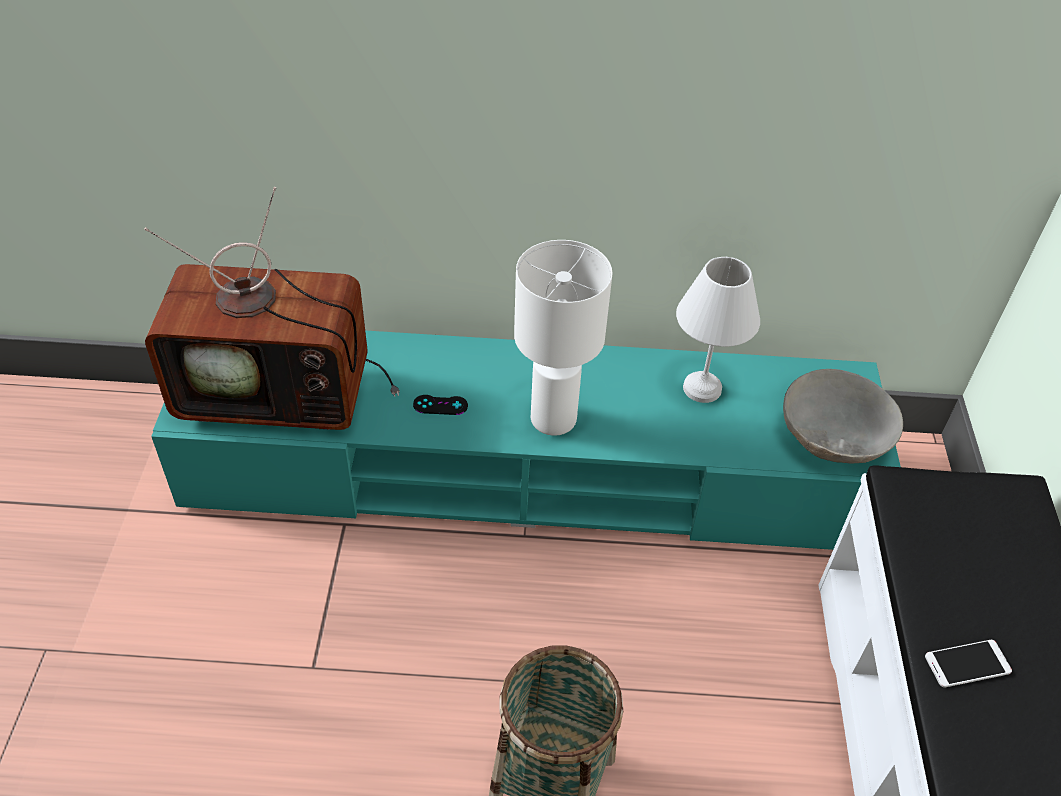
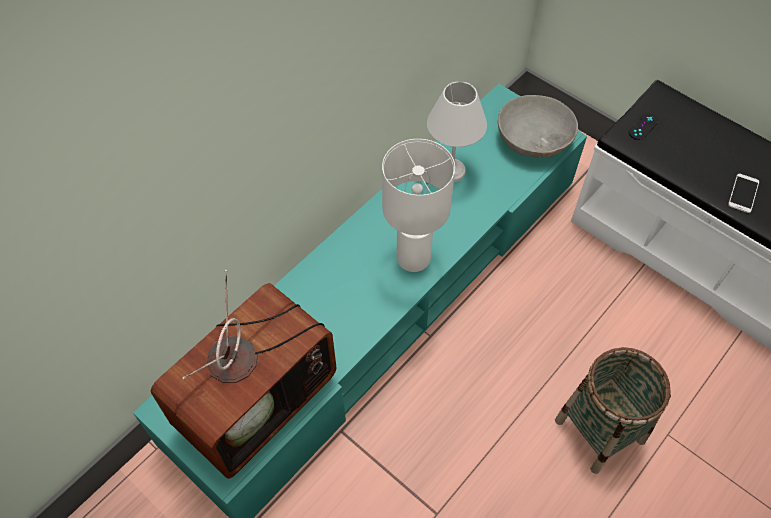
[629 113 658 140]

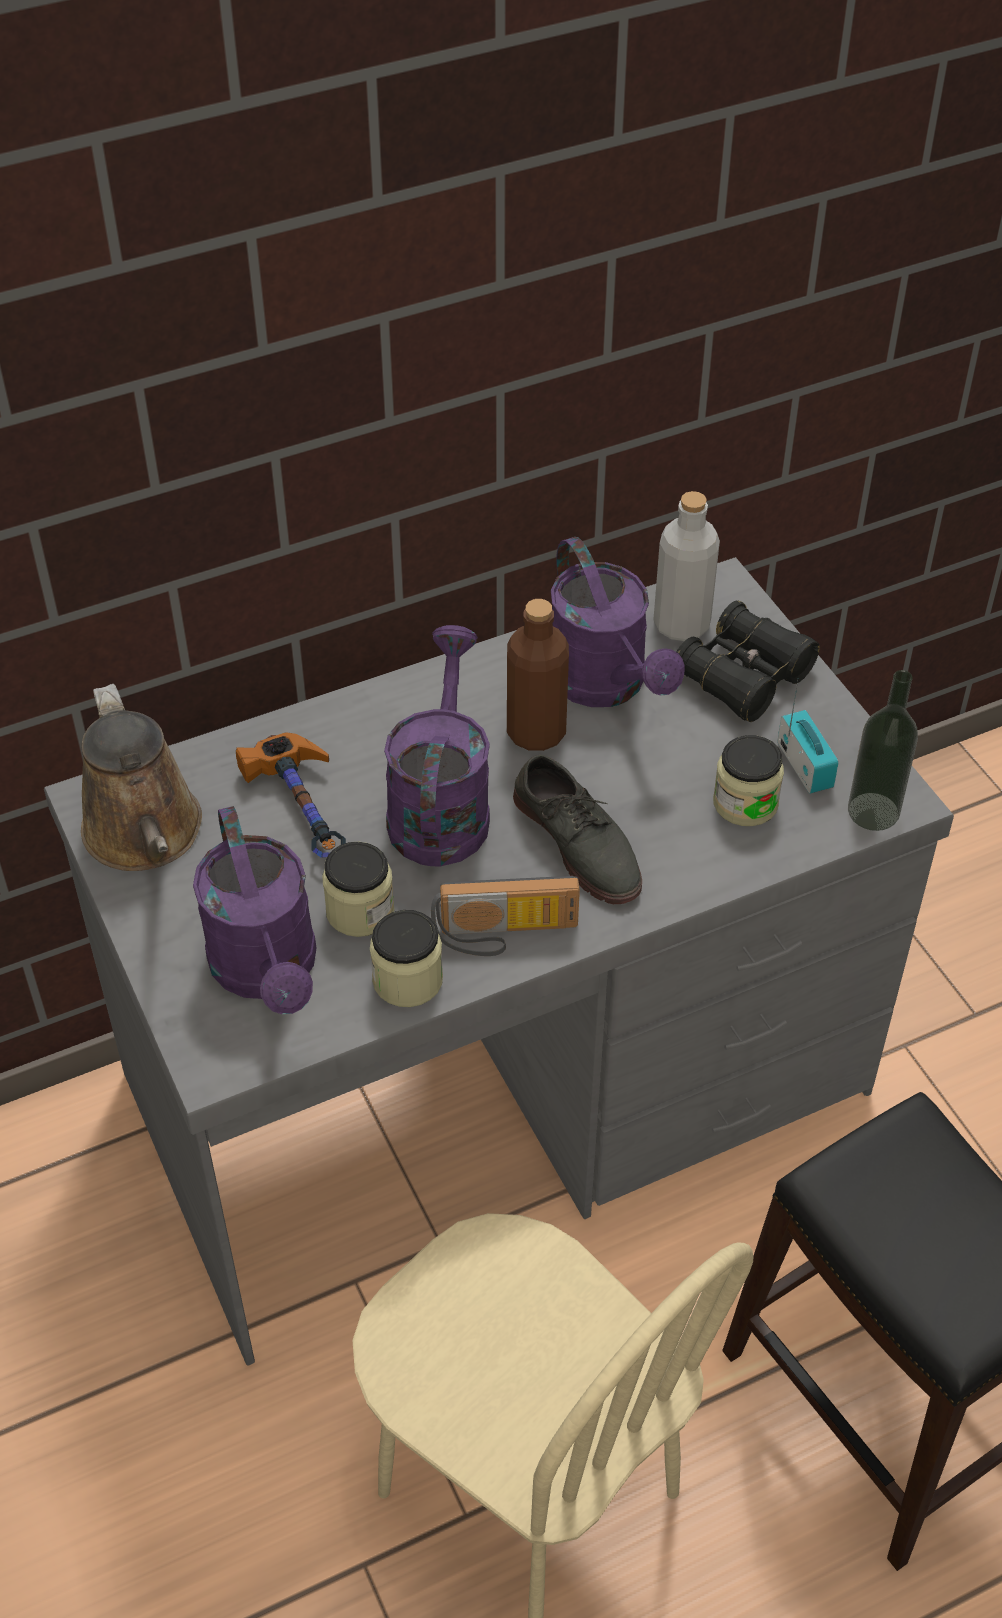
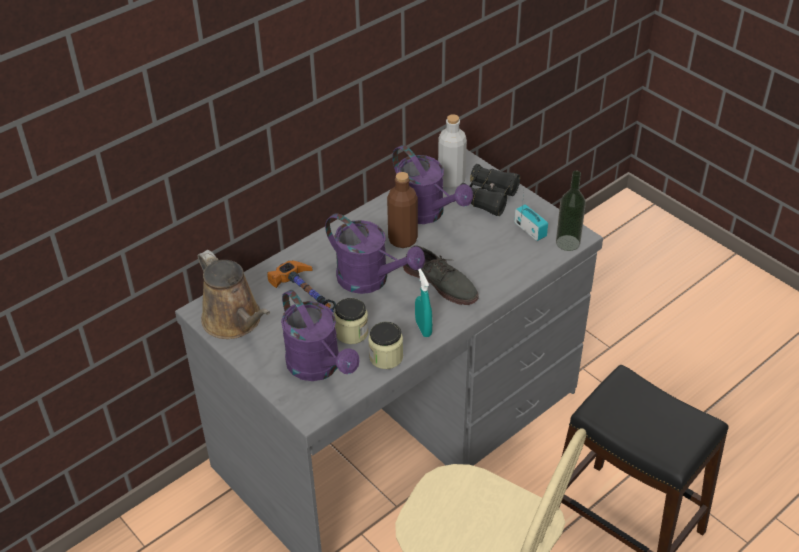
[325 213 425 294]
[415 269 432 337]
[713 735 784 826] (first image)

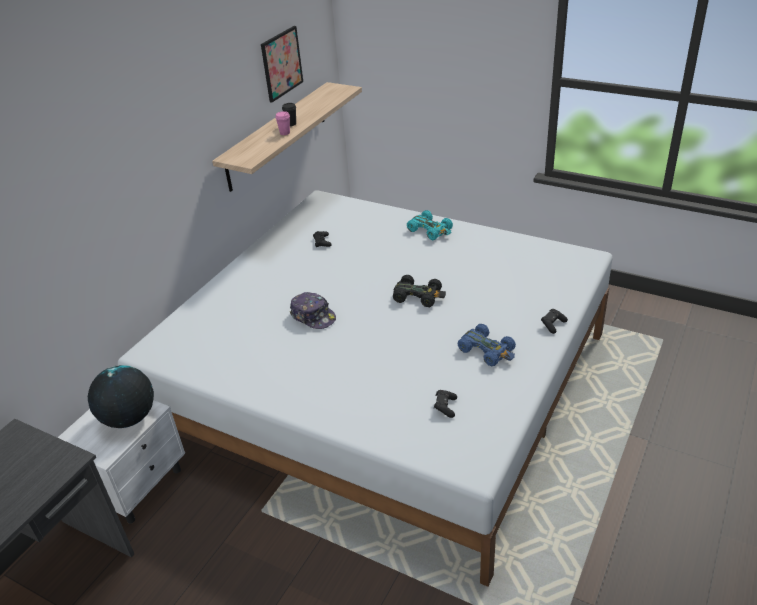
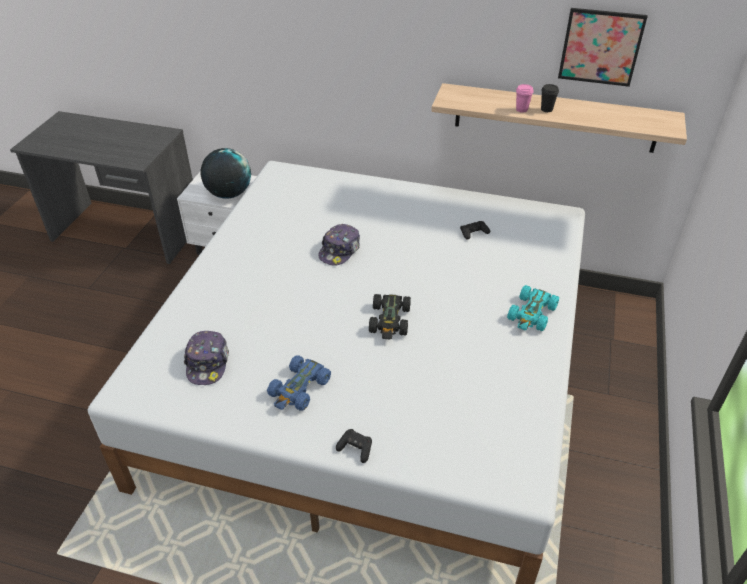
[184 331 229 385]

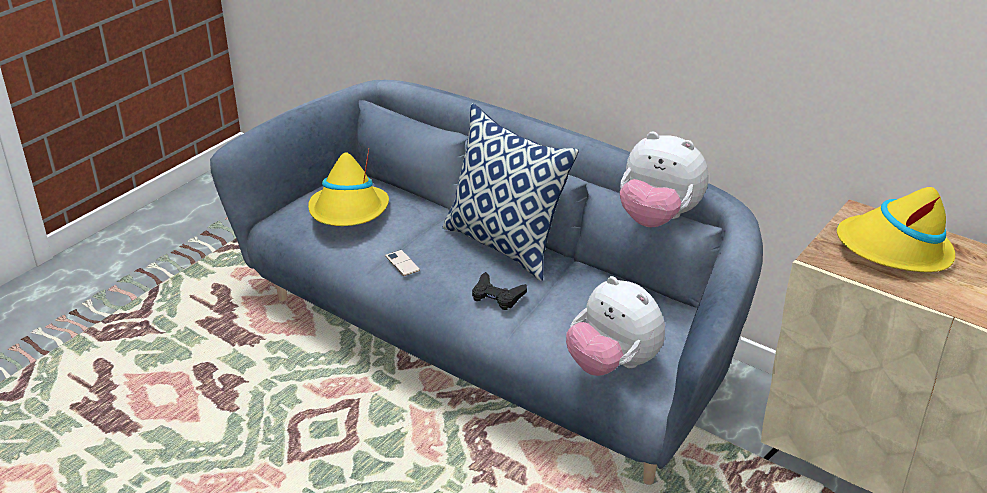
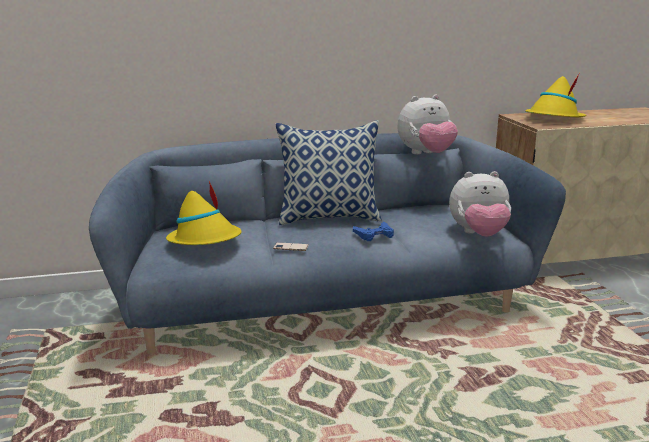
[353 222 394 241]

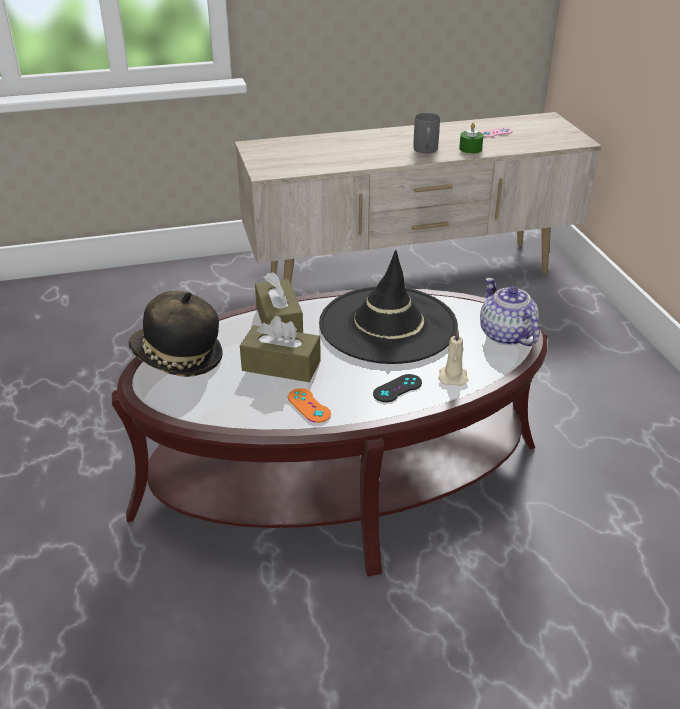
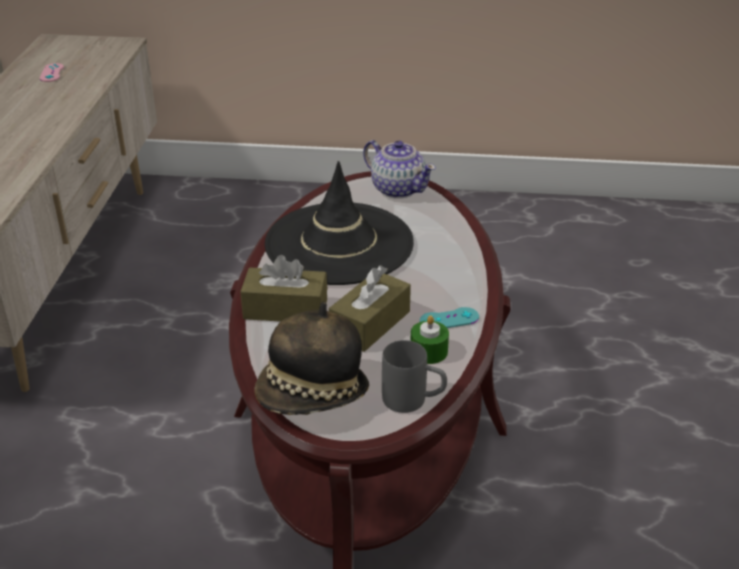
[420 307 479 328]
[373 374 422 402] (first image)
[382 340 447 413]
[438 329 468 386] (first image)
[411 315 449 364]
[363 140 436 199]

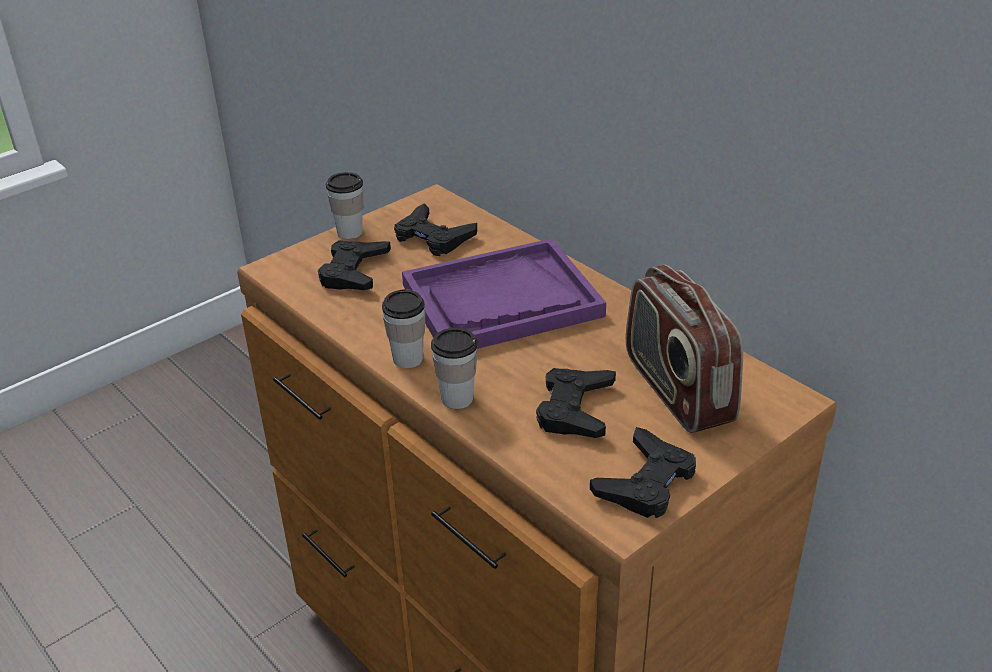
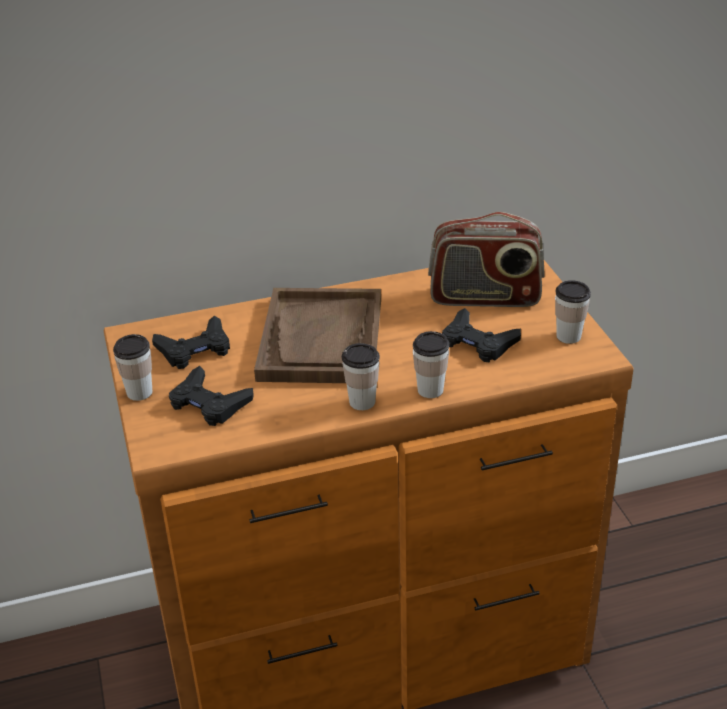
[254 288 381 383]
[555 280 591 344]

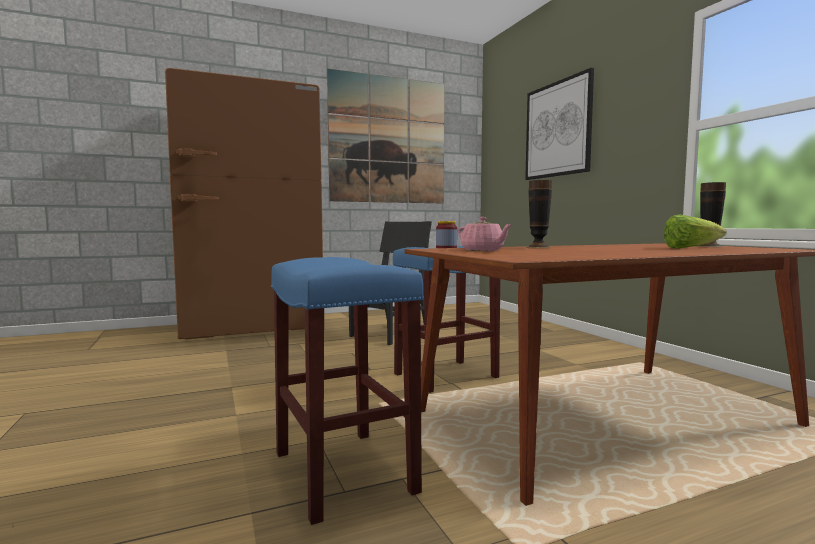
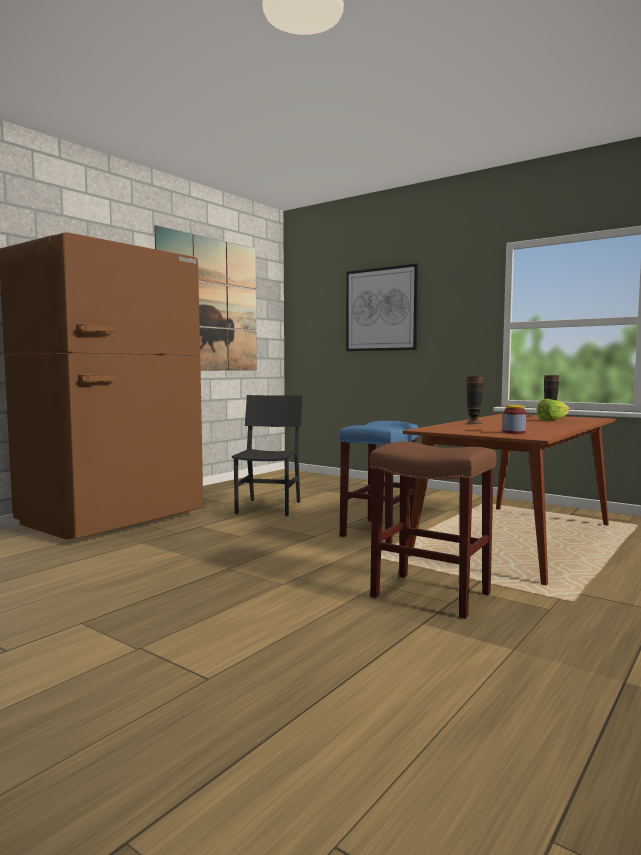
[370 441 496 619]
[503 405 526 434]
[458 217 513 251] (first image)

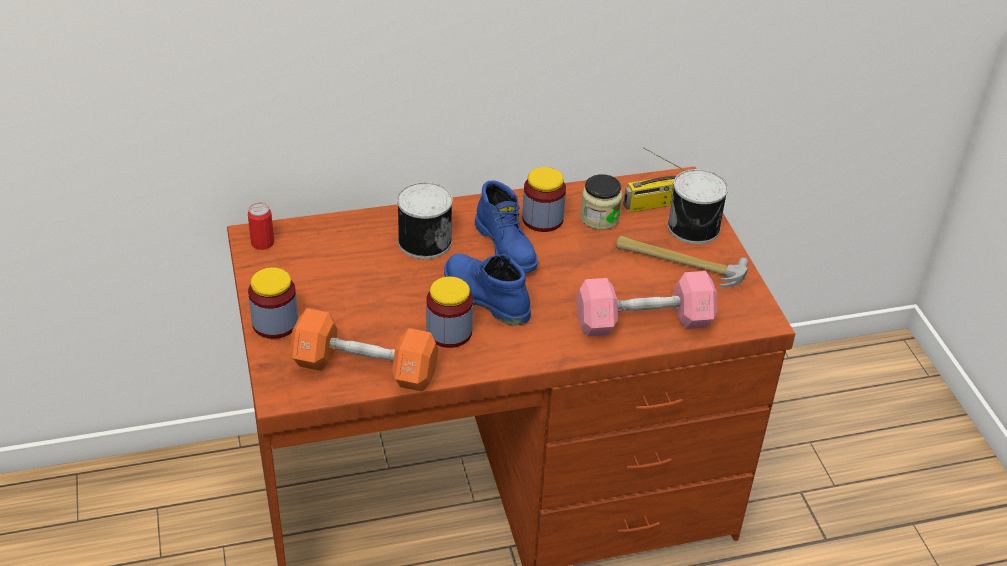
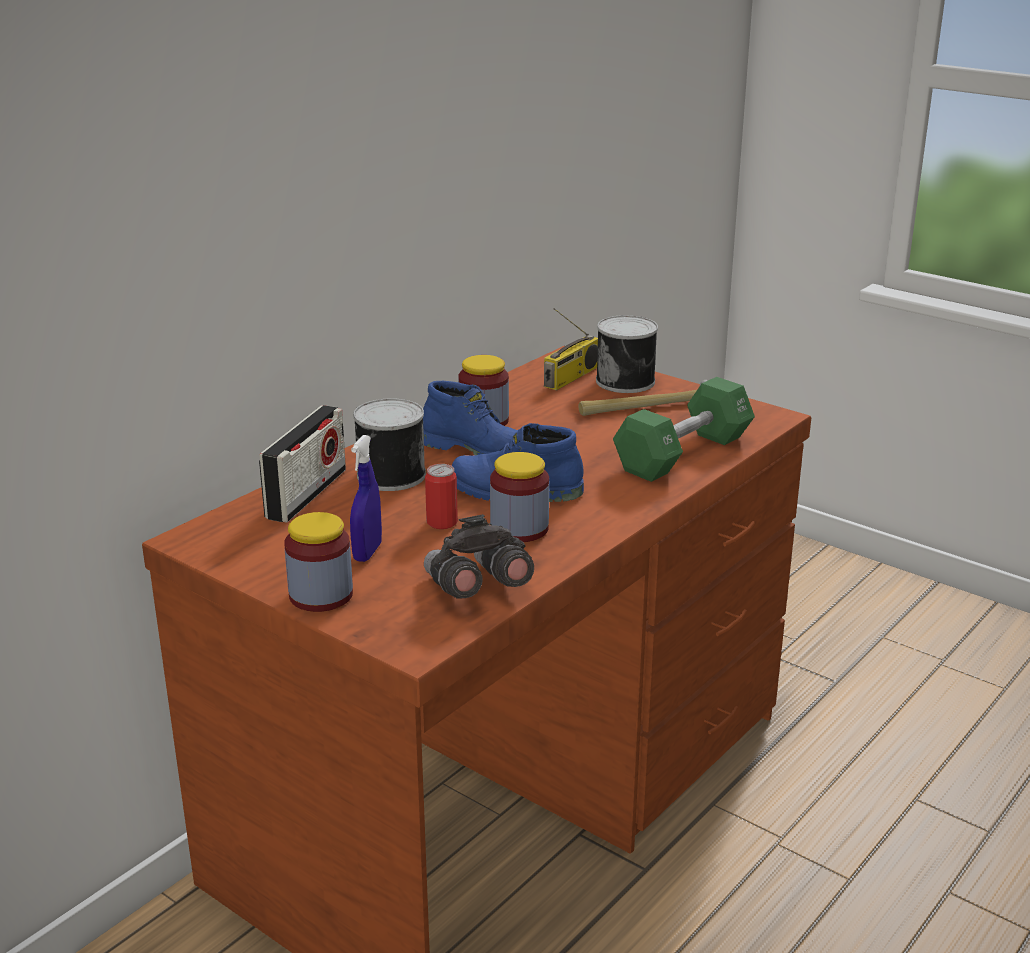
[425 464 458 529]
[424 514 534 599]
[613 377 755 482]
[580 174 623 230] (first image)
[259 405 346 523]
[350 435 382 562]

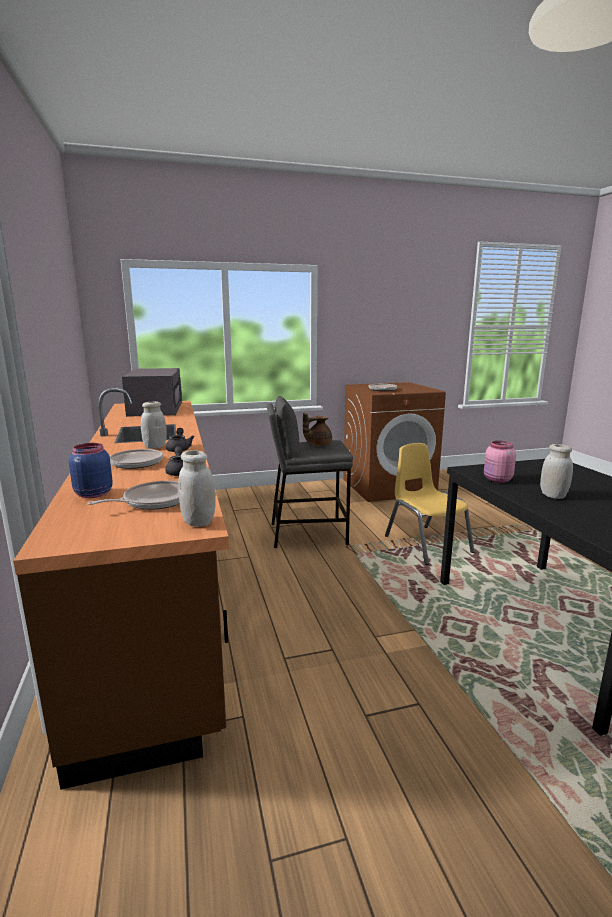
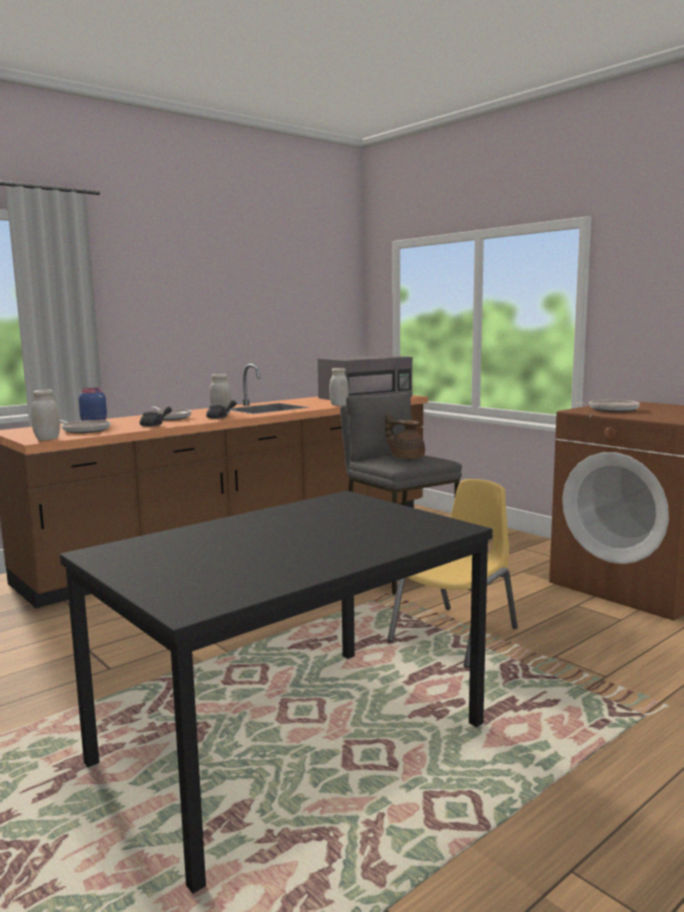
[484 441 516 483] (first image)
[329 368 349 406]

